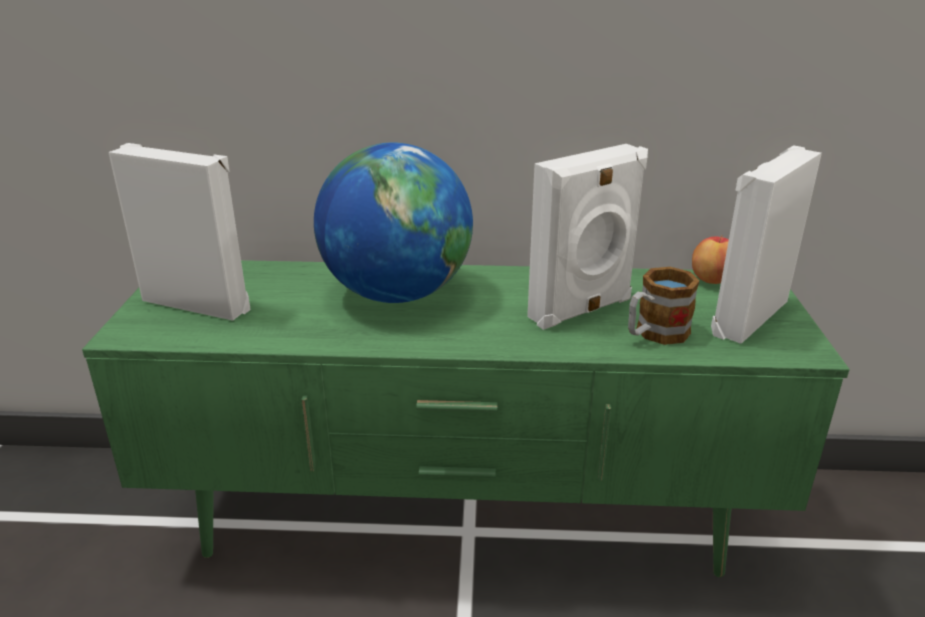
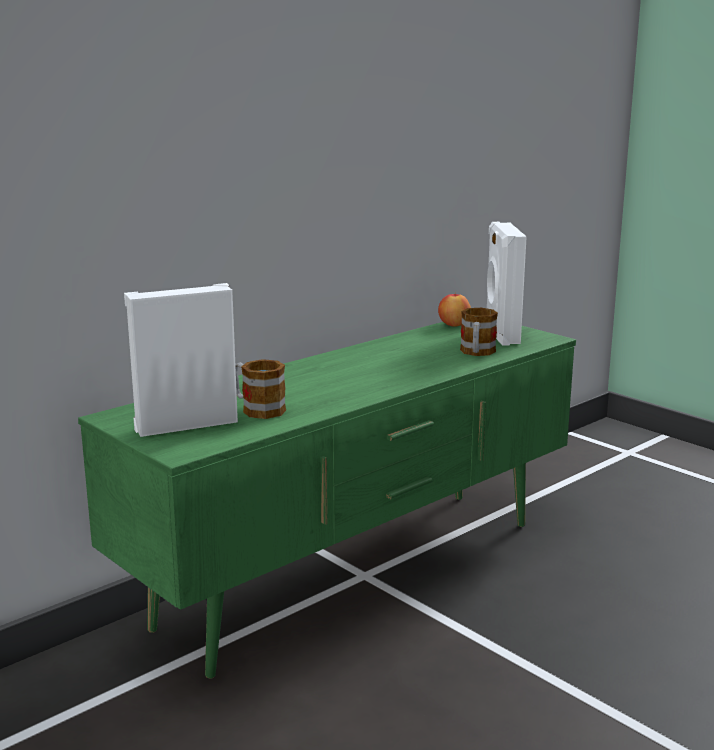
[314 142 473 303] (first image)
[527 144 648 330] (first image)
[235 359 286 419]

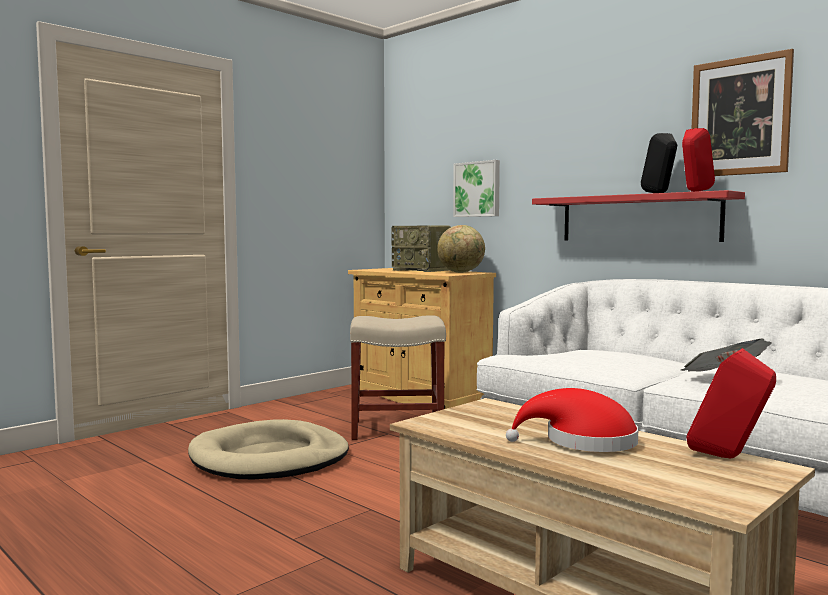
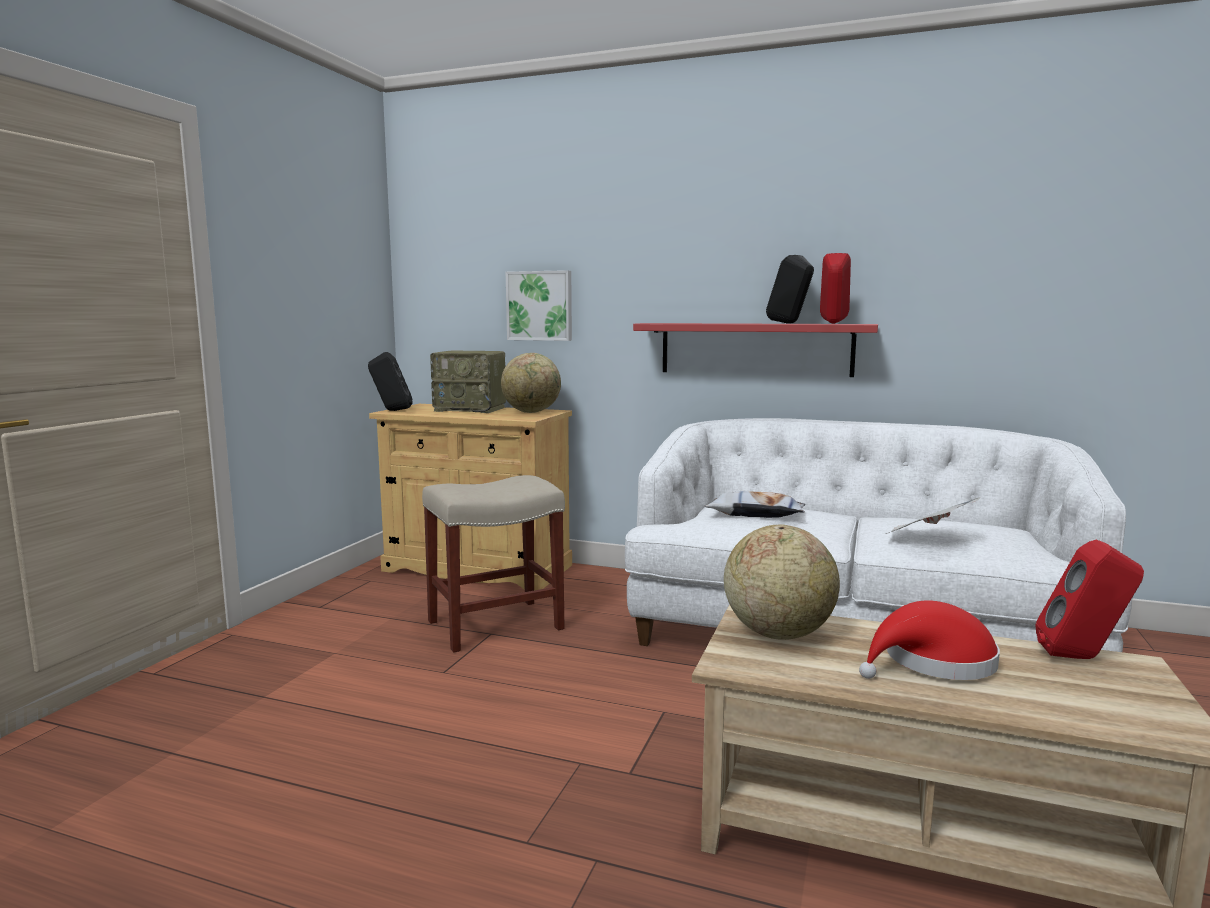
[188 419 349 479] (first image)
[692 49 794 176] (first image)
[368 352 413 411]
[705 491 805 518]
[724 524 840 640]

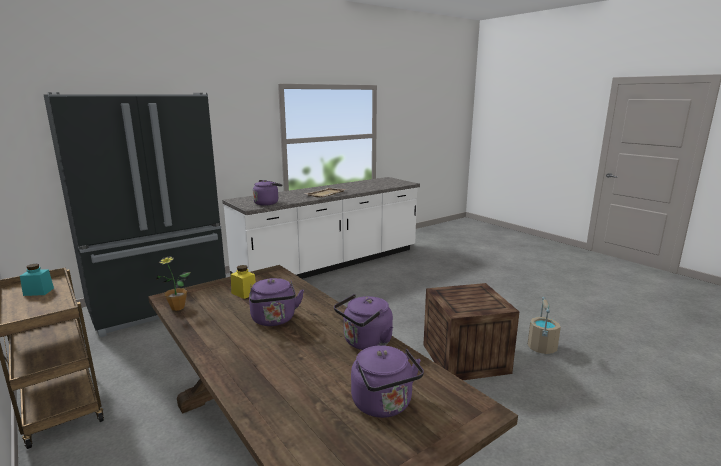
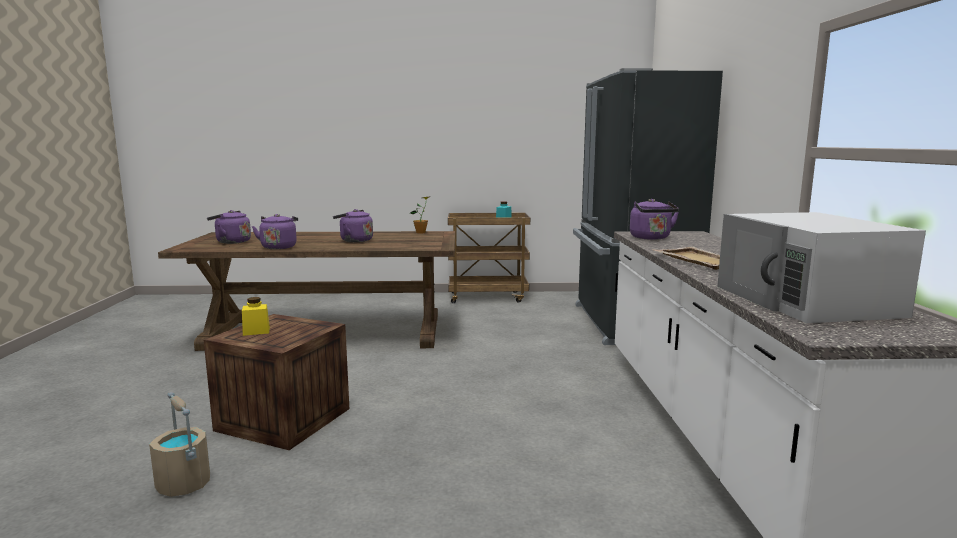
[242 297 270 336]
[717 212 926 323]

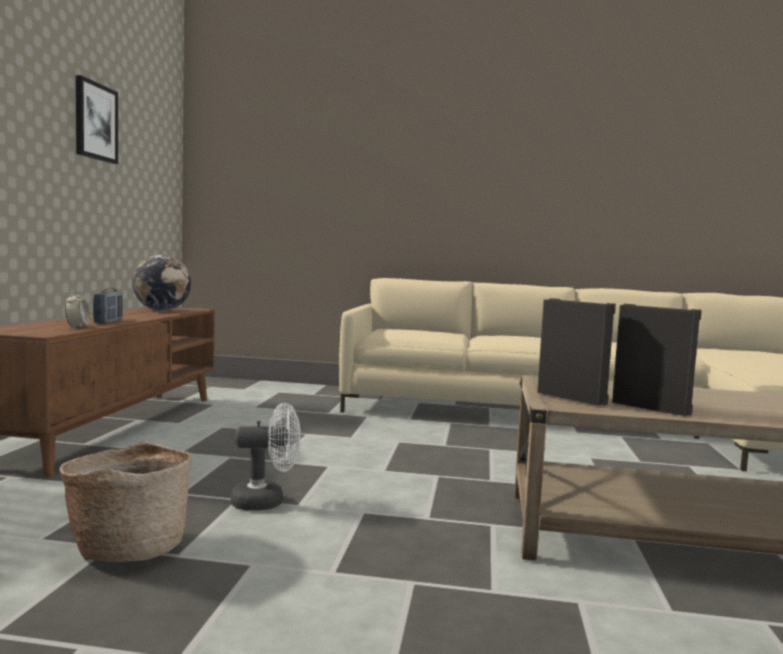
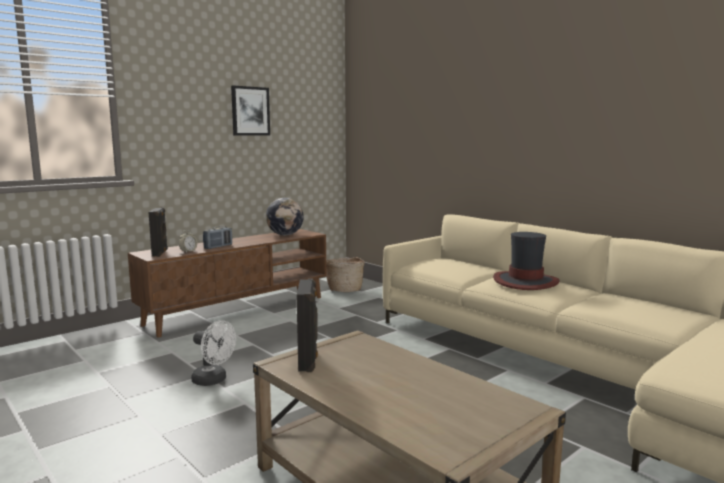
[326 257 365 292]
[148 207 168 257]
[493 232 560 290]

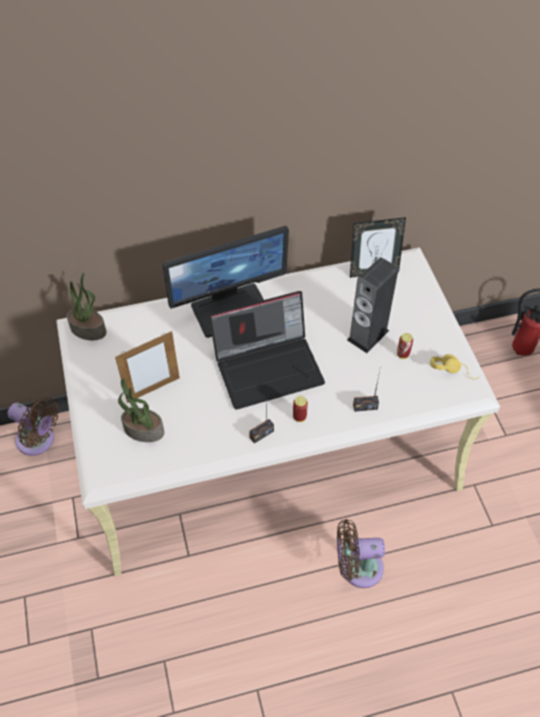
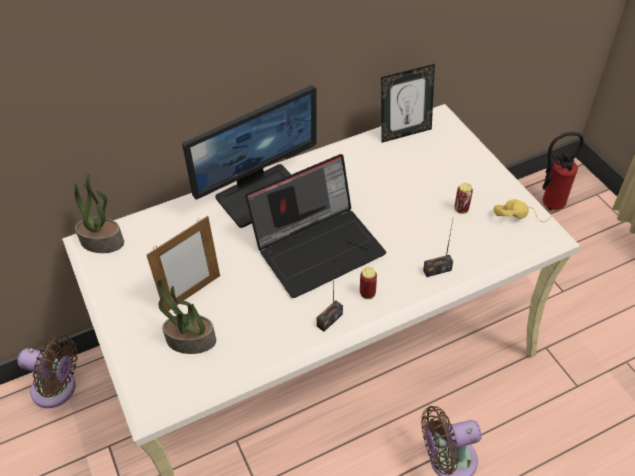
[347 257 398 353] (first image)

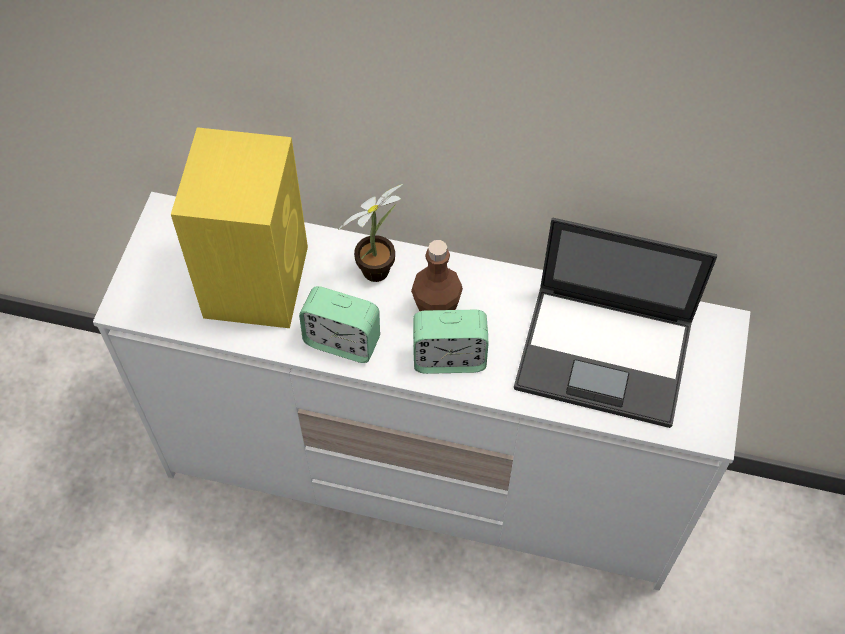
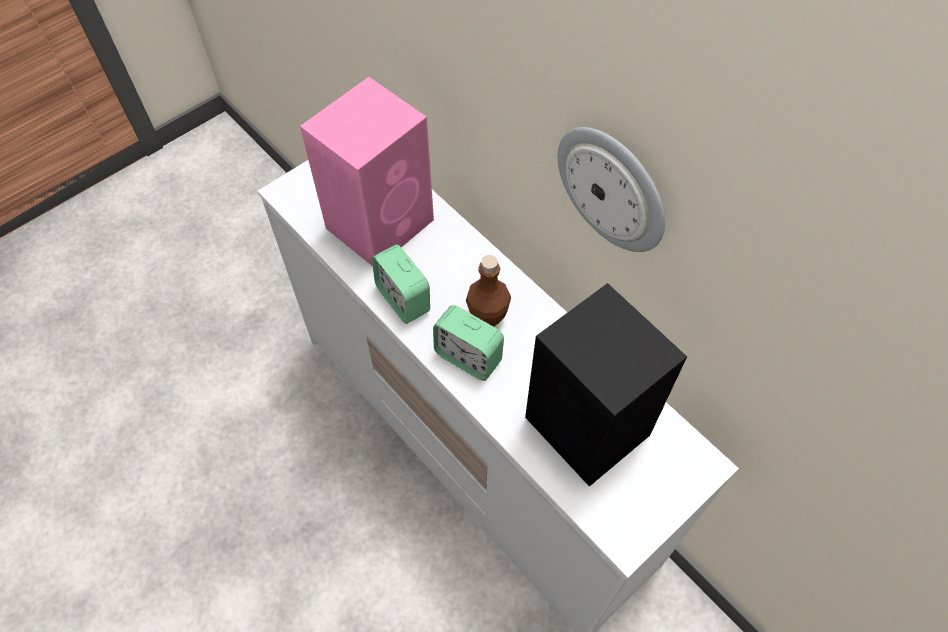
[300 77 434 266]
[338 184 403 282] (first image)
[525 283 687 487]
[558 127 665 252]

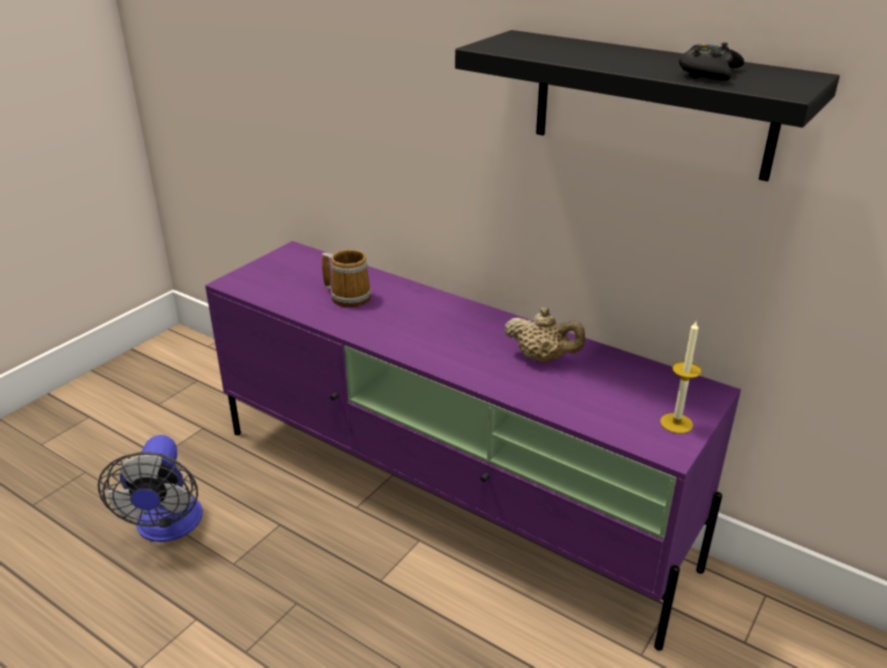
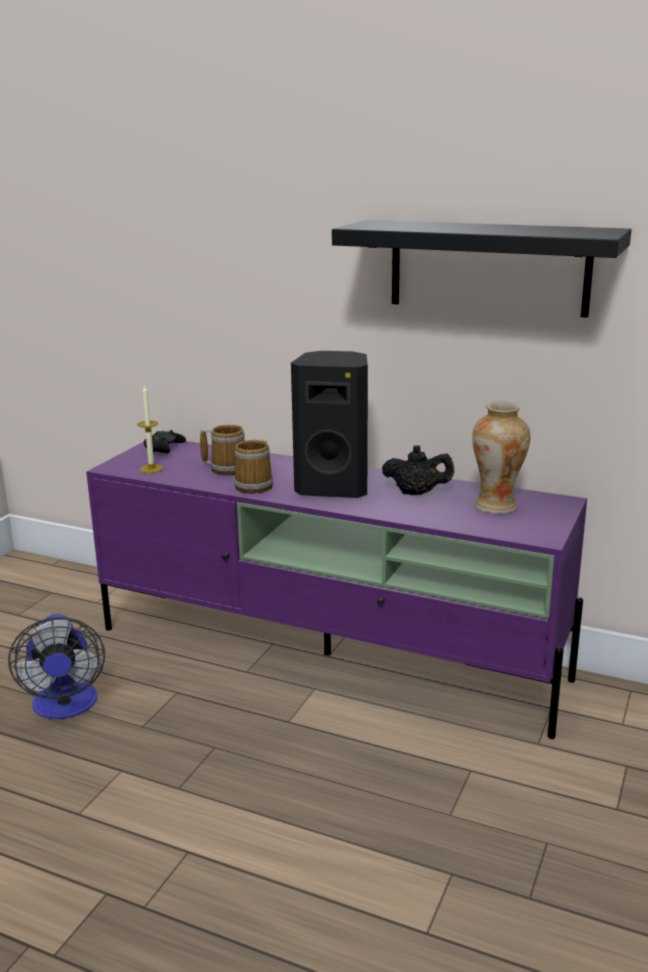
[382 445 454 495]
[138 385 163 473]
[144 430 186 453]
[234 439 273 494]
[291 351 368 498]
[472 401 530 514]

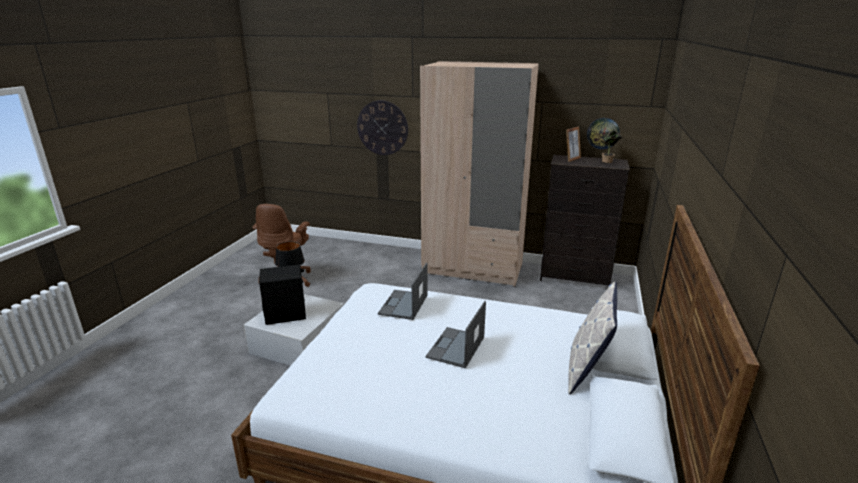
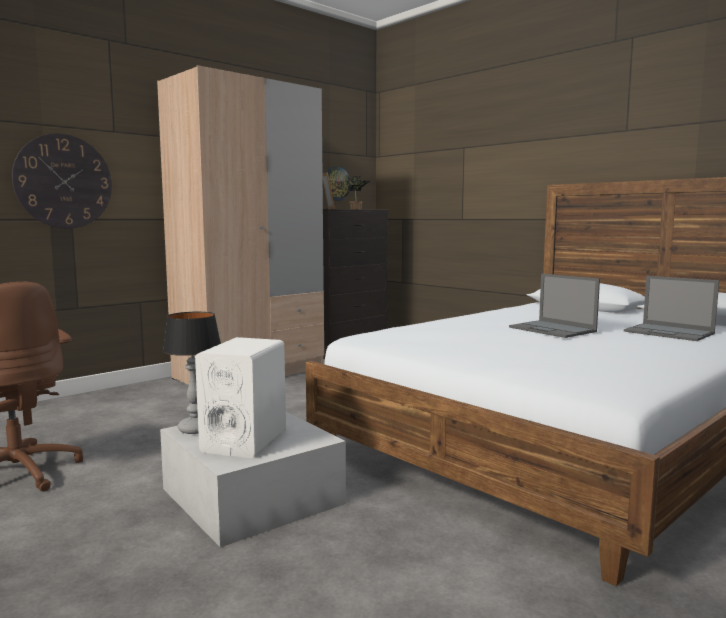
[195 337 286 458]
[624 276 719 341]
[568 282 617 394] (first image)

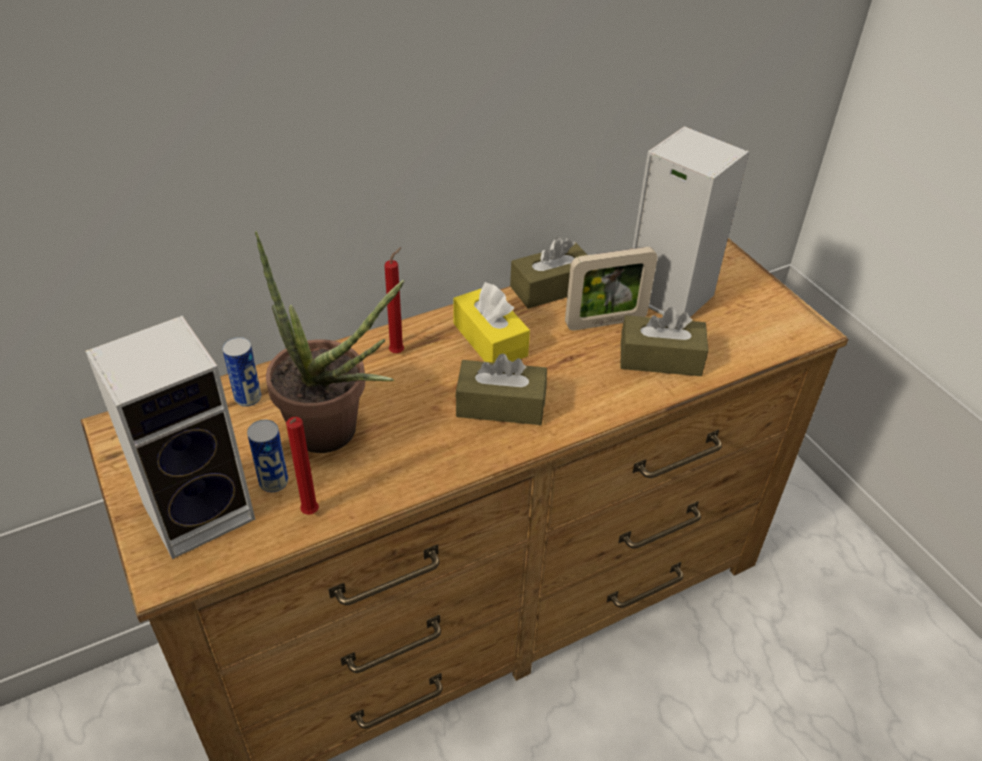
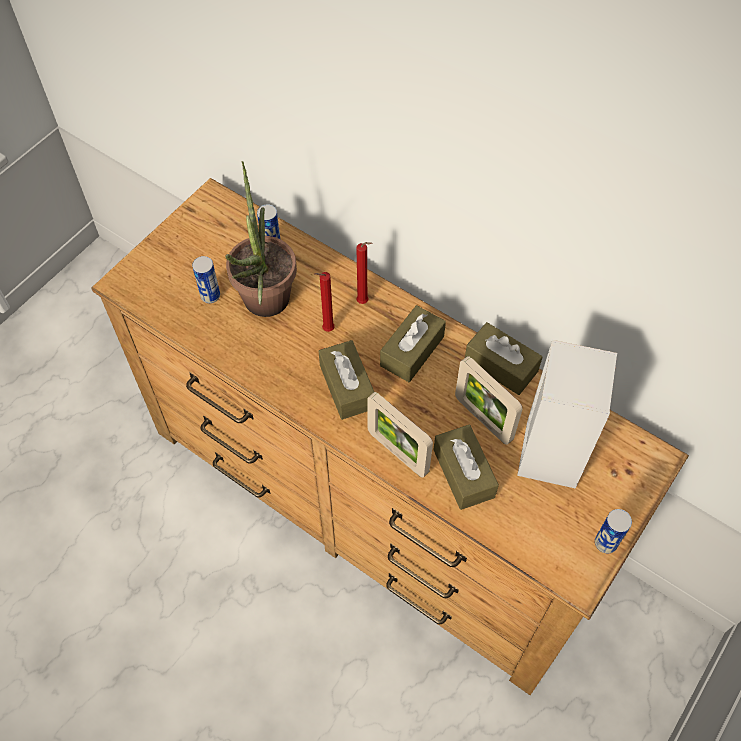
[85 316 255 559] (first image)
[315 272 335 332]
[380 305 446 382]
[367 392 433 478]
[595 509 632 554]

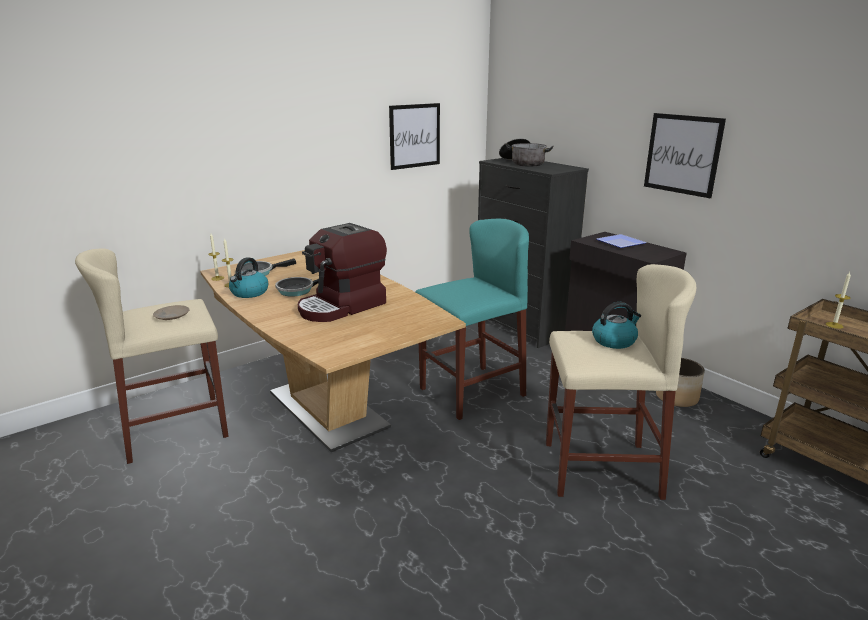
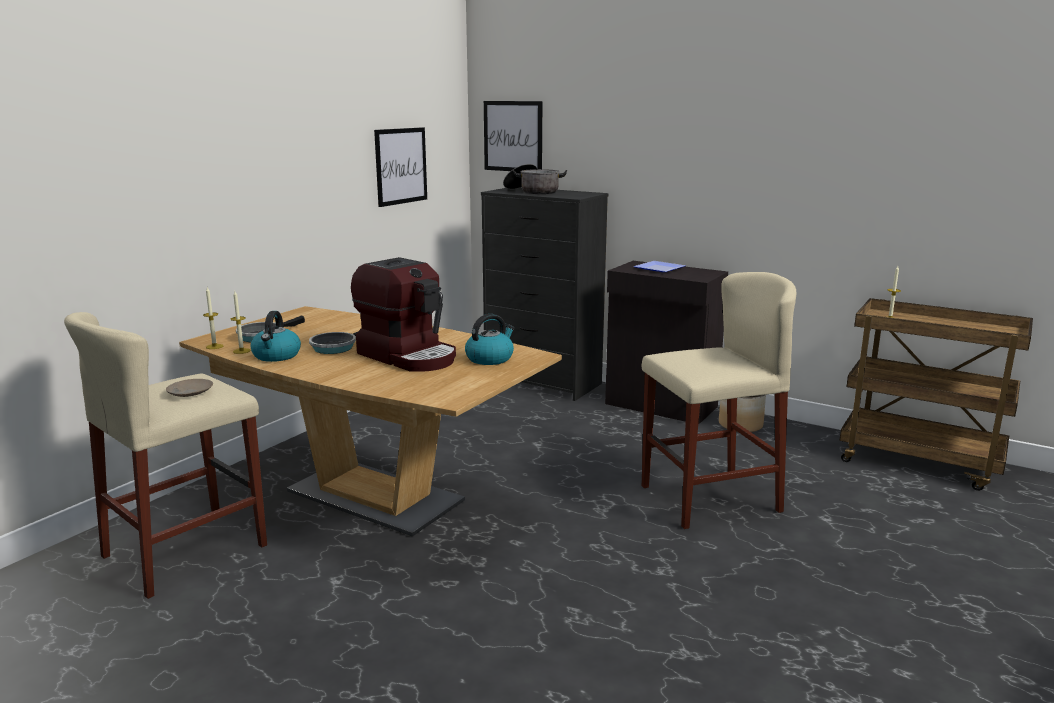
[351 257 456 372]
[415 219 529 420] (first image)
[465 314 515 365]
[484 101 542 171]

